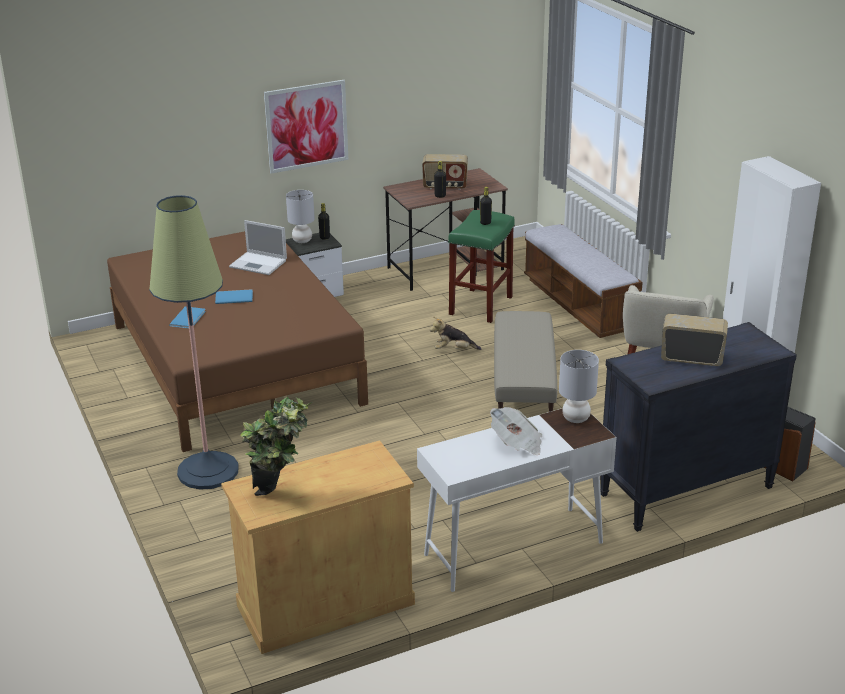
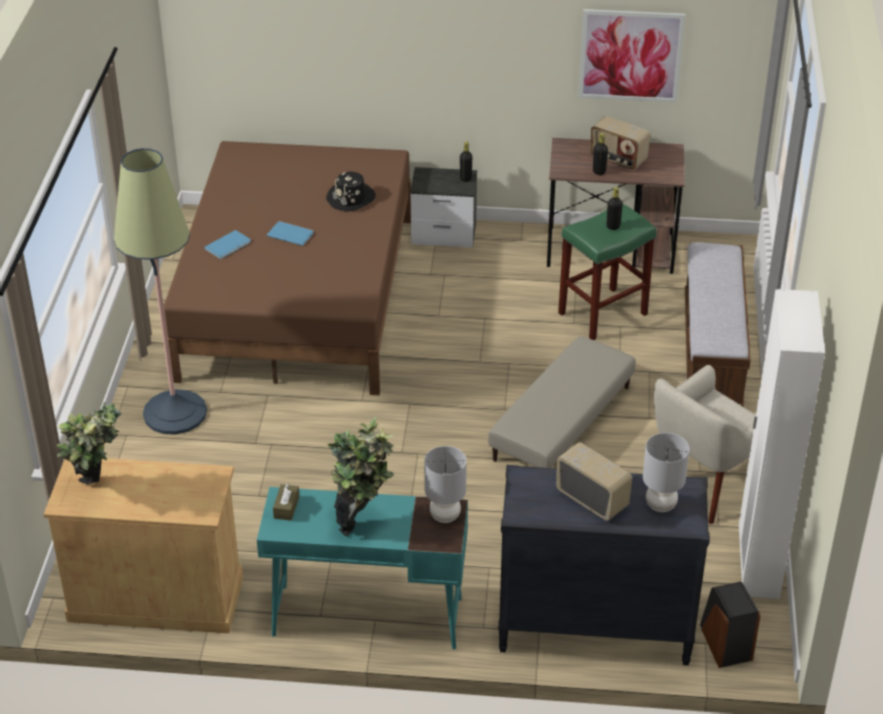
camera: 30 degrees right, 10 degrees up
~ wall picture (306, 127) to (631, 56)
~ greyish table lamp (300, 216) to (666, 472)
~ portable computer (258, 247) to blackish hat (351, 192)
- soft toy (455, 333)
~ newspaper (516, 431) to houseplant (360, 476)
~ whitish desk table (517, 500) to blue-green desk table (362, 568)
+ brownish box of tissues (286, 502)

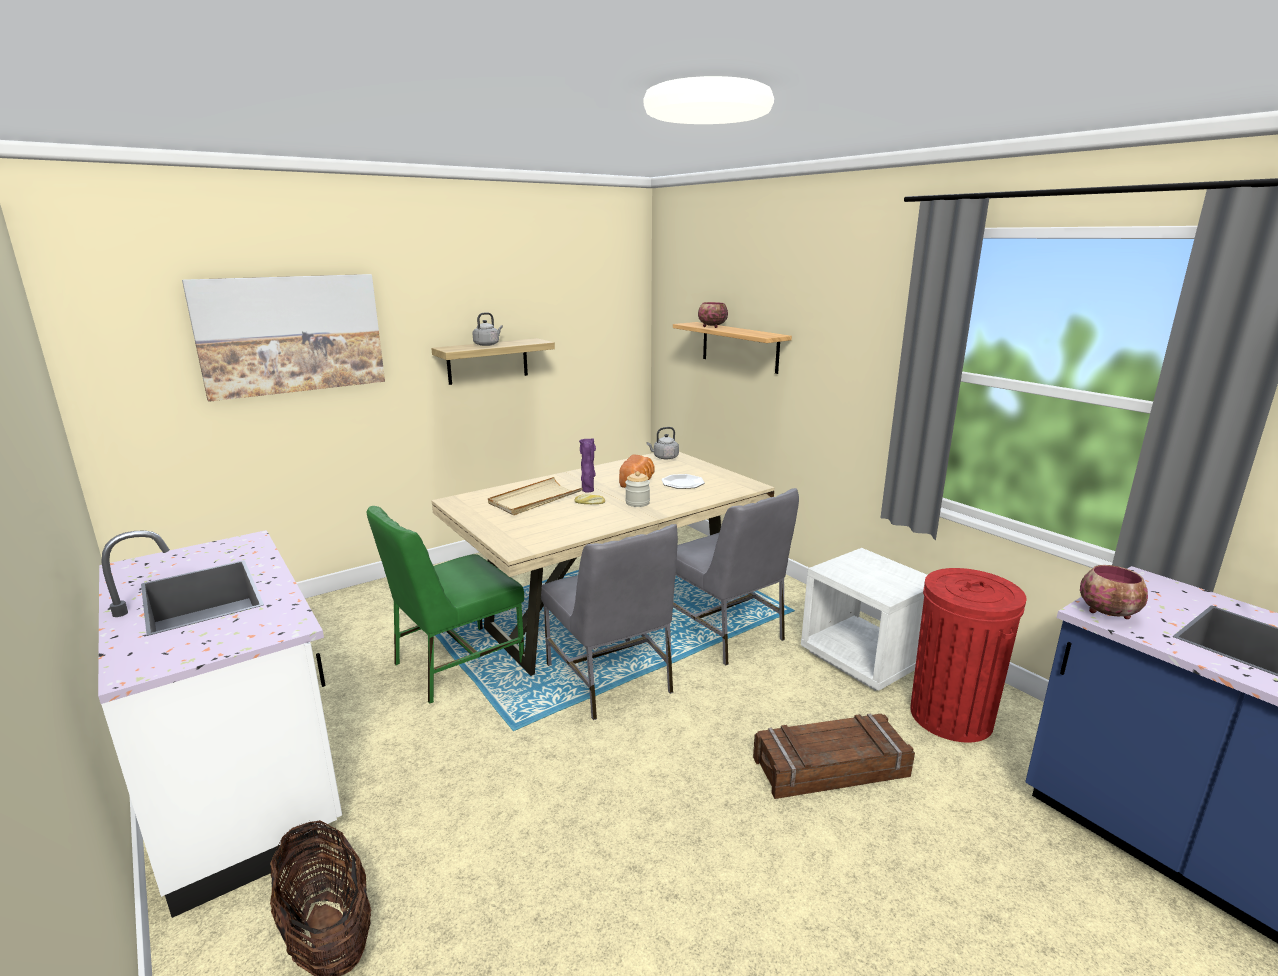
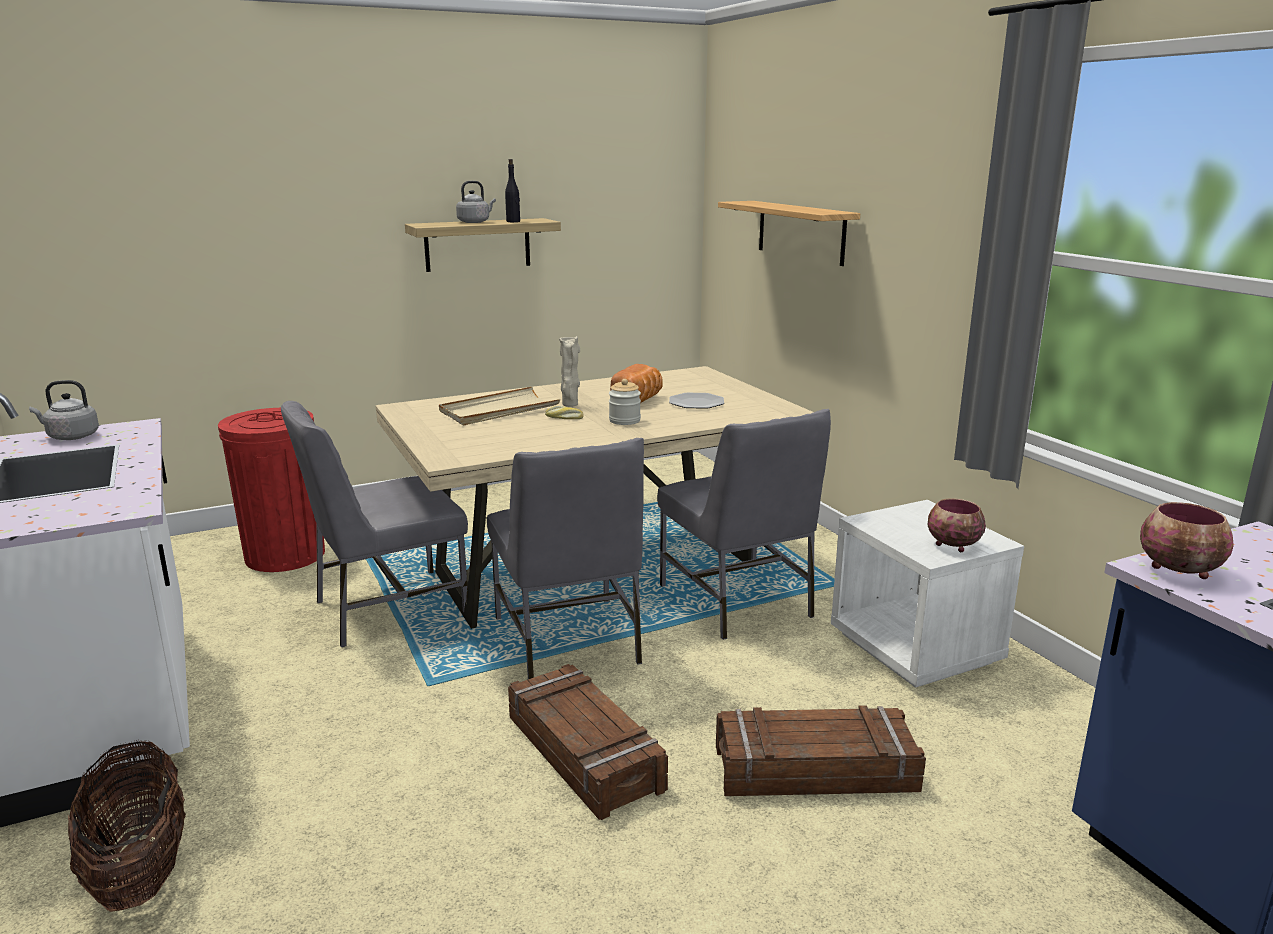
camera: 10 degrees right, 0 degrees up
- wall picture (283, 338)
~ serving bowl (713, 315) to (957, 525)
~ greyish water kettle (663, 443) to (64, 410)
~ purplish flower vase (587, 465) to beige flower vase (569, 371)
~ greenish upright chair (445, 605) to greyish upright chair (374, 524)
~ reddish trash can (968, 655) to (271, 490)
+ blackish beverage bottle (512, 190)
+ shipping crate (588, 742)

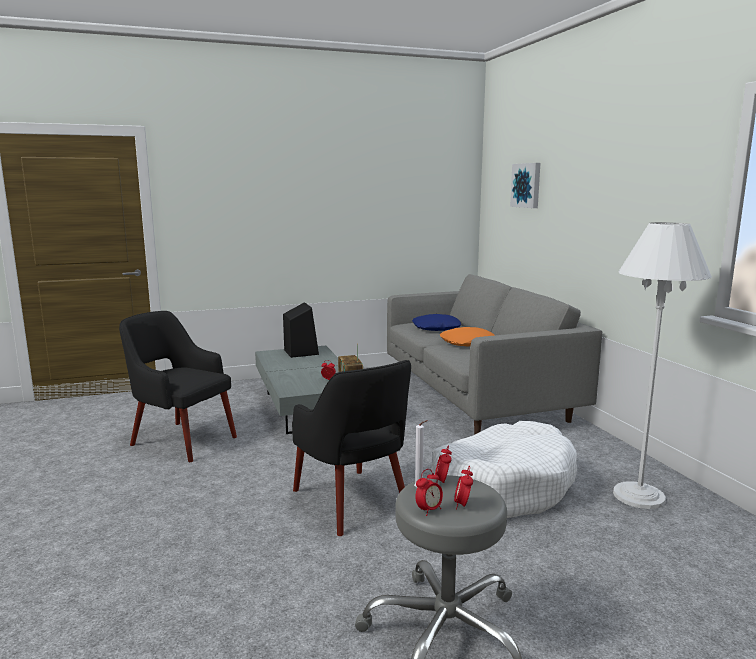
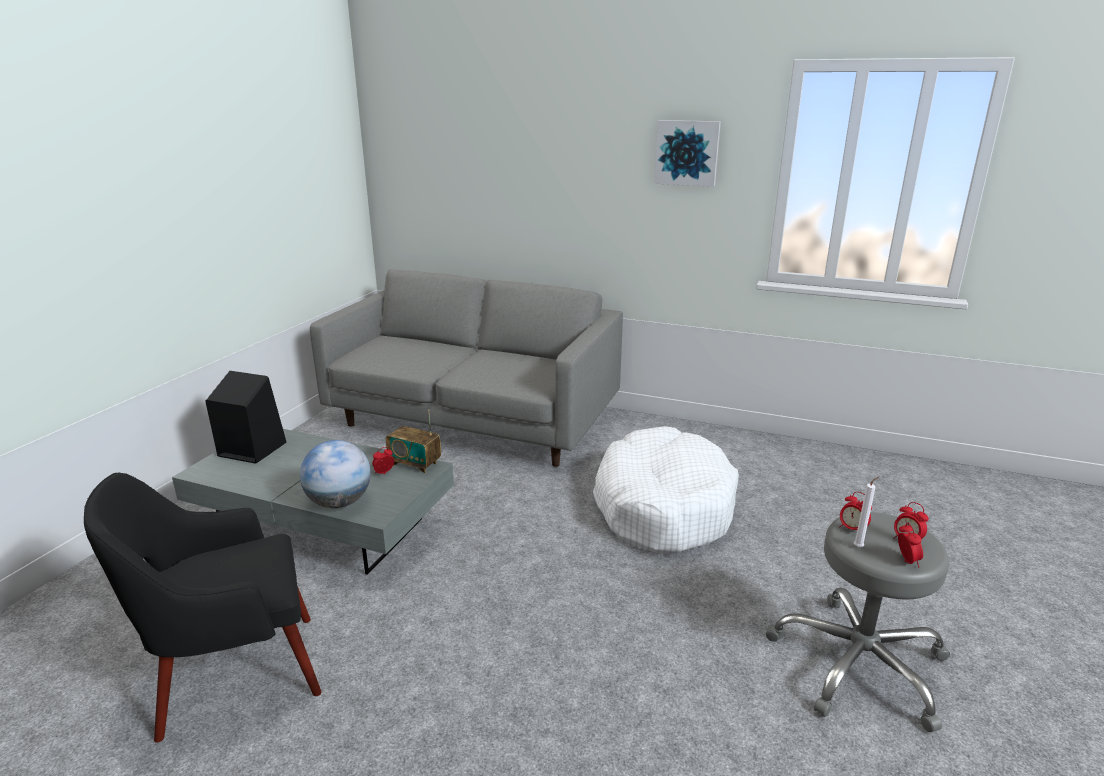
camera: 50 degrees left, 10 degrees up
~ wall picture (525, 185) to (687, 153)
- whitish standard lamp (662, 365)
- bluish cushion (436, 322)
- orange cushion (467, 336)
- blackish armchair (351, 448)
+ globe (335, 474)

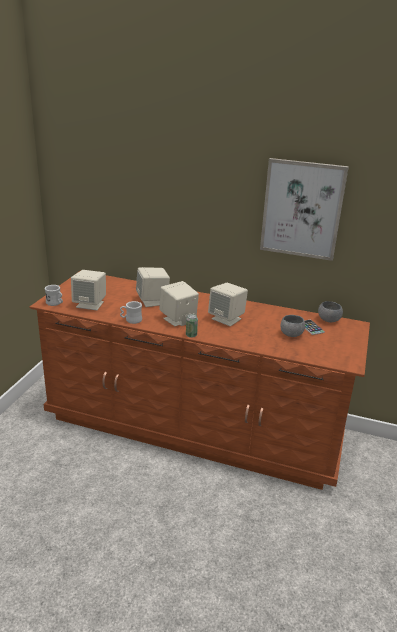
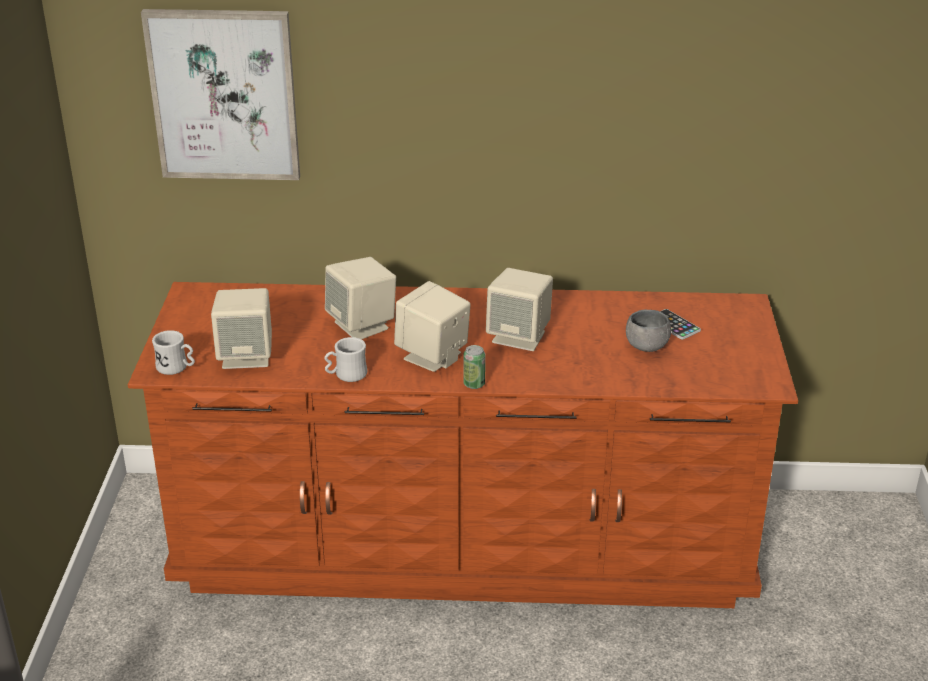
camera: 15 degrees left, 5 degrees up
~ wall picture (304, 209) to (220, 94)
- greyish serving bowl (330, 311)

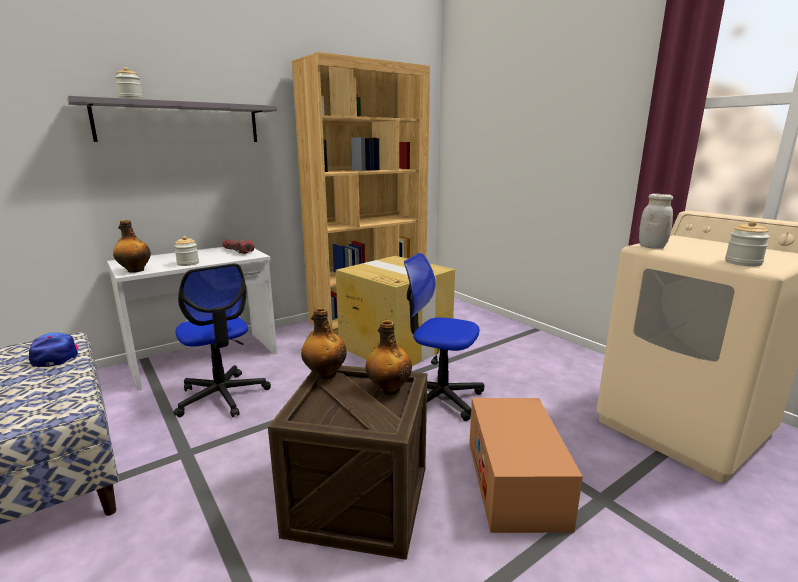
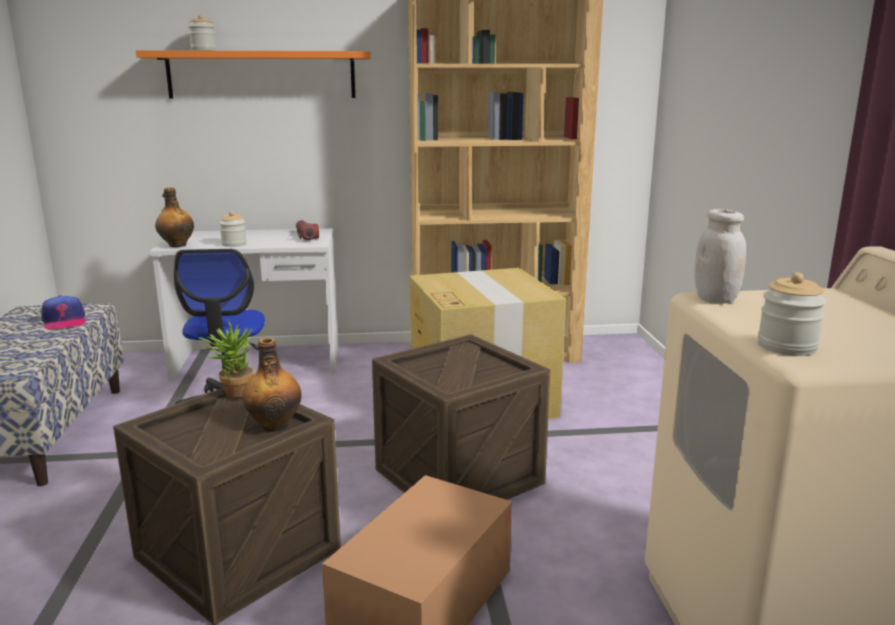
camera: 30 degrees right, 0 degrees up
~ greyish shelf (172, 118) to orange shelf (253, 74)
~ office chair (444, 337) to shipping crate (461, 417)
~ beverage bottle (323, 343) to houseplant (226, 358)
~ cap (53, 349) = (64, 312) 150 degrees clockwise

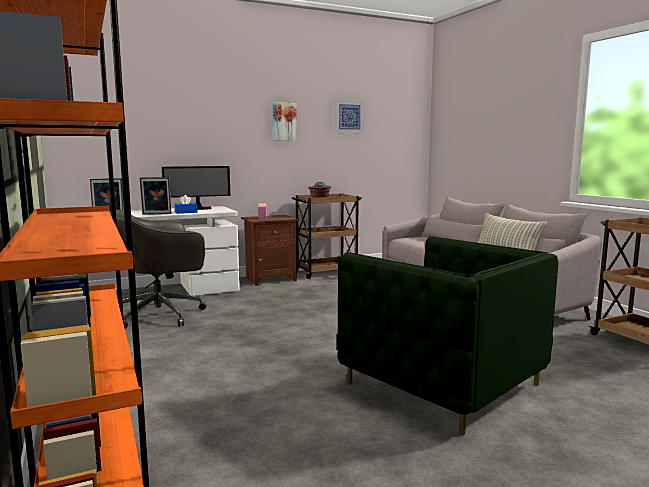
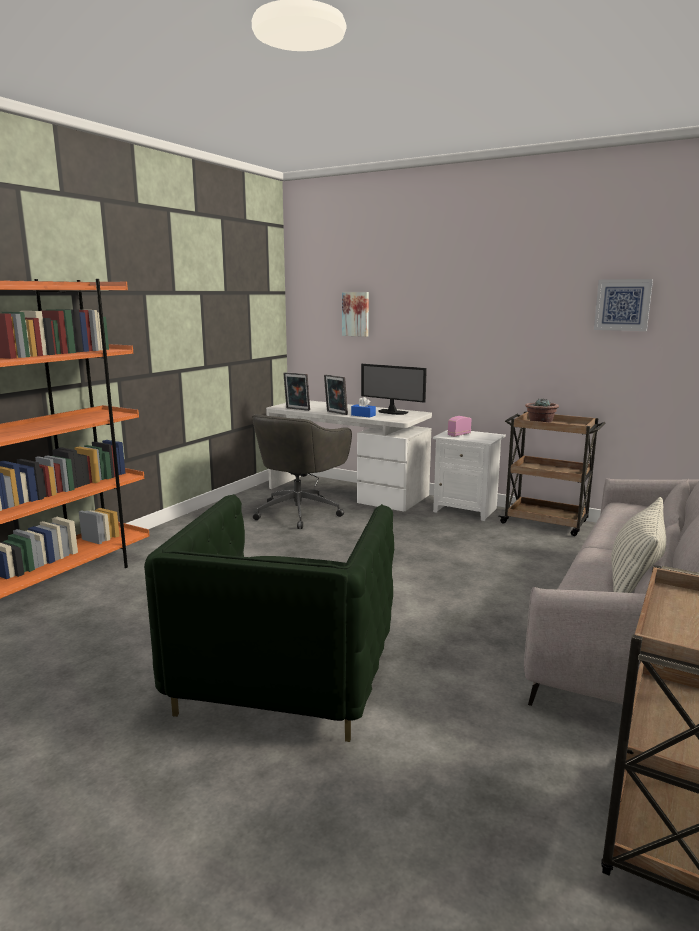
camera: 55 degrees right, 5 degrees up
~ wall picture (284, 121) to (355, 314)
~ greyish office chair (158, 269) = (302, 471) 90 degrees counterclockwise
~ brownish bedside table (270, 250) to whitish bedside table (469, 475)

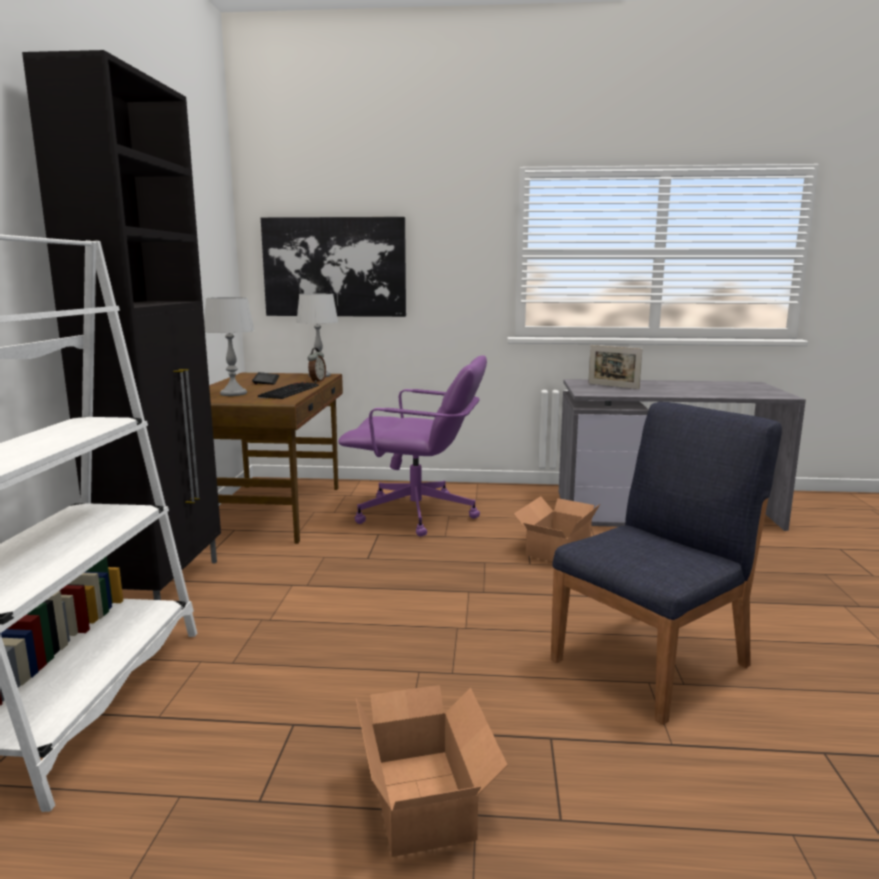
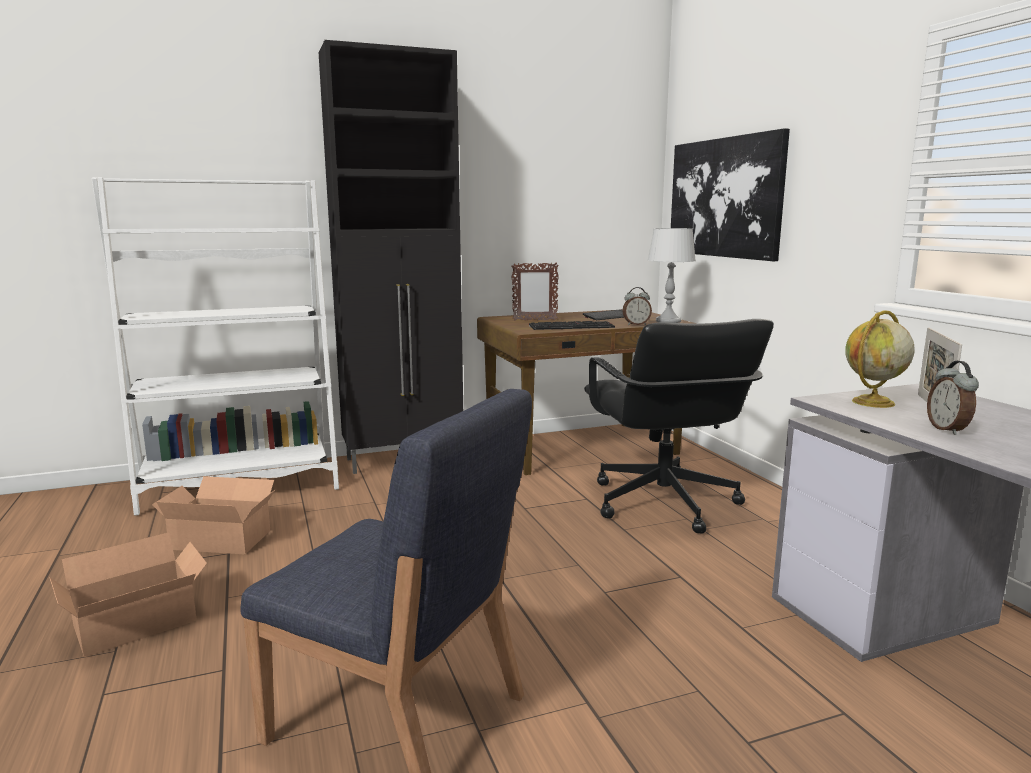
camera: 65 degrees right, 0 degrees up
~ greyish table lamp (229, 346) to picture frame (535, 291)
~ purplish office chair (412, 445) to blackish office chair (679, 426)
~ cardboard box (557, 529) to (214, 515)
+ globe (880, 359)
+ table clock (953, 398)

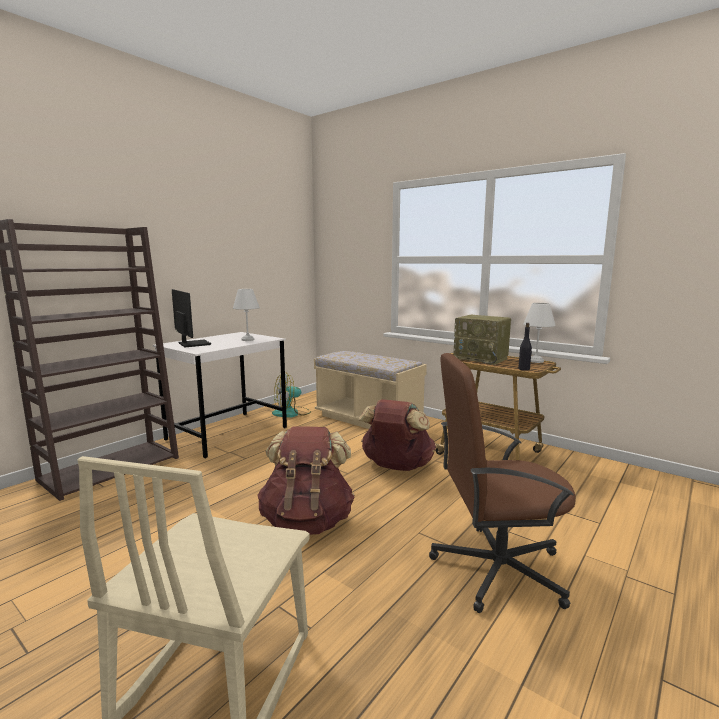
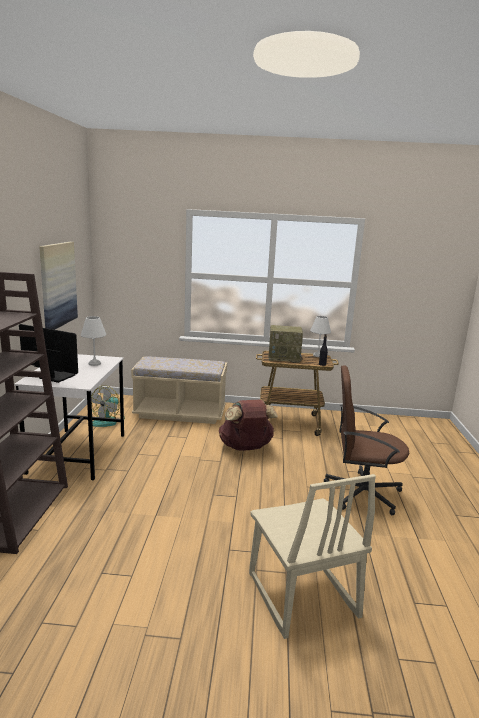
camera: 35 degrees left, 5 degrees up
~ brownish office chair (502, 483) = (366, 440) 45 degrees clockwise
- brownish rucksack (306, 481)
+ wall picture (58, 286)

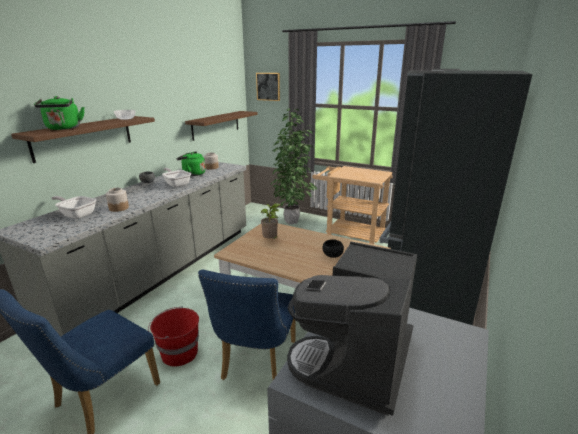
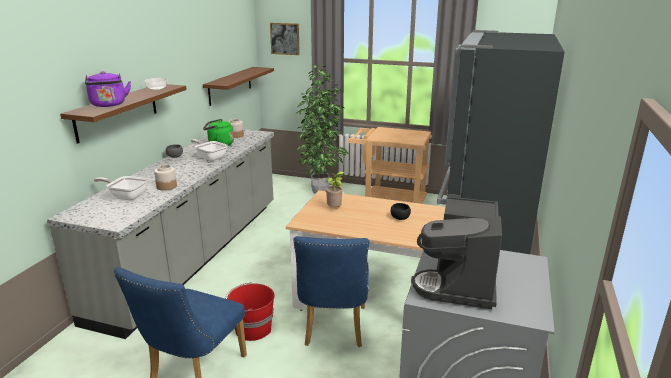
camera: 10 degrees left, 0 degrees up
~ greenish water kettle (59, 113) to purplish water kettle (108, 89)

